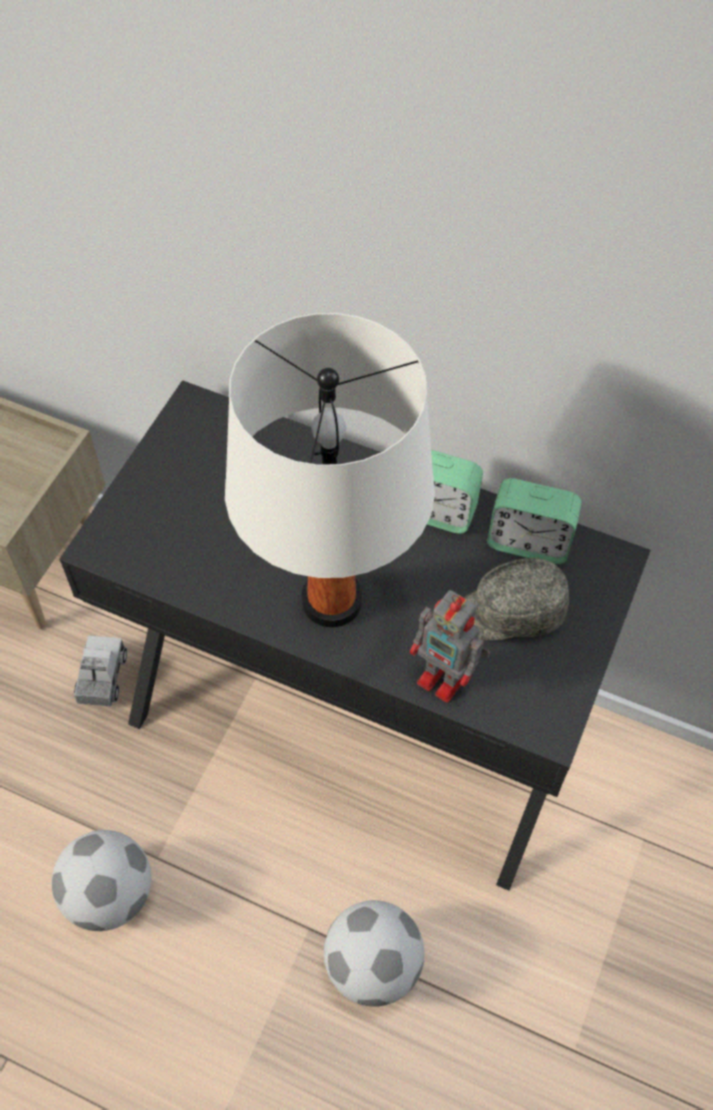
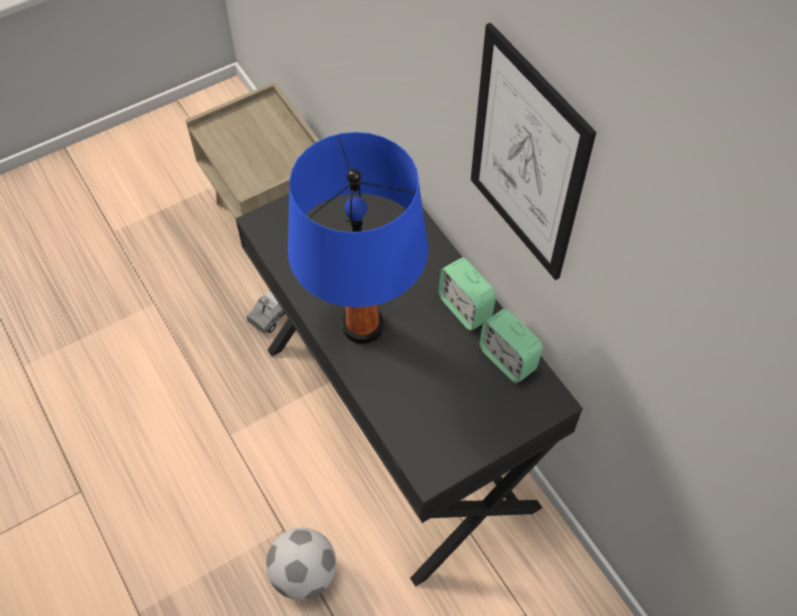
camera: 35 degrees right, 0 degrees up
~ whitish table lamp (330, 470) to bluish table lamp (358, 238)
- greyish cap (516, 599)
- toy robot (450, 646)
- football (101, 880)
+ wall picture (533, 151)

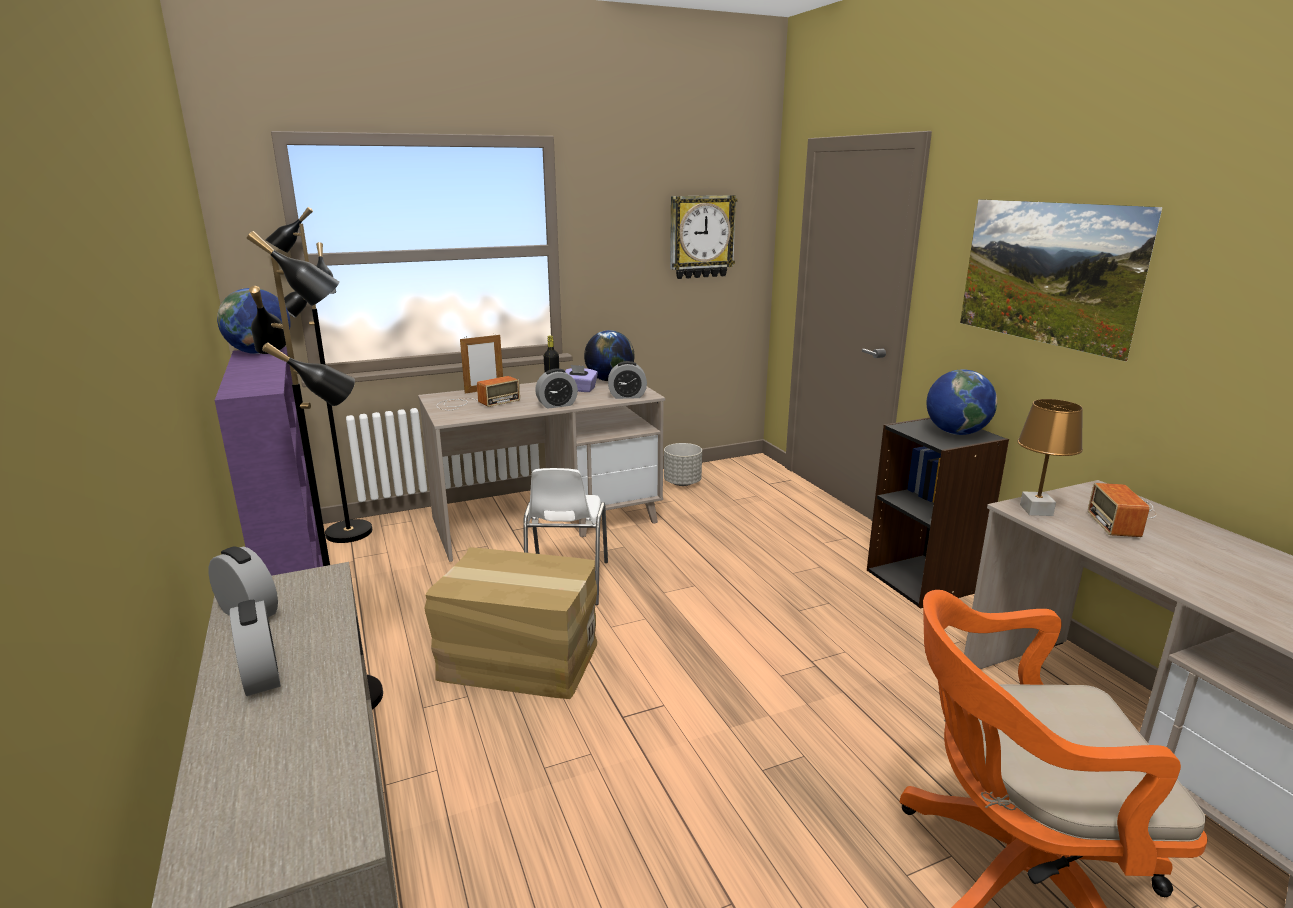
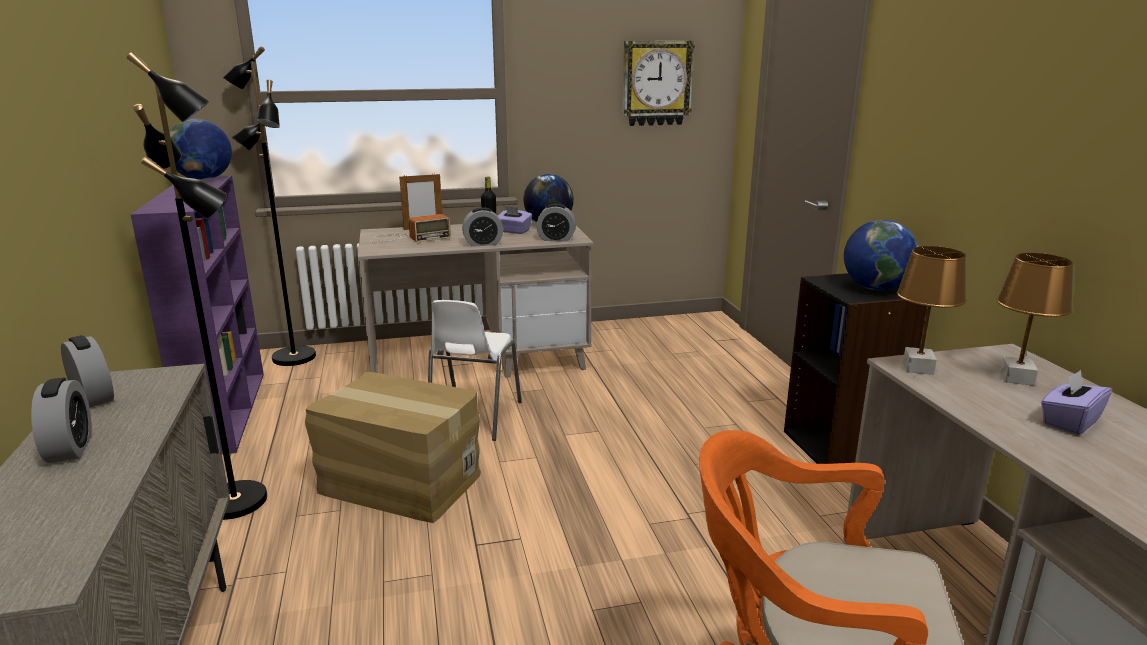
camera: 10 degrees right, 0 degrees up
- wall picture (1061, 280)
- greyish plant pot (683, 464)
~ radio (1122, 510) to brownish table lamp (1035, 319)
+ purplish box of tissues (1076, 402)

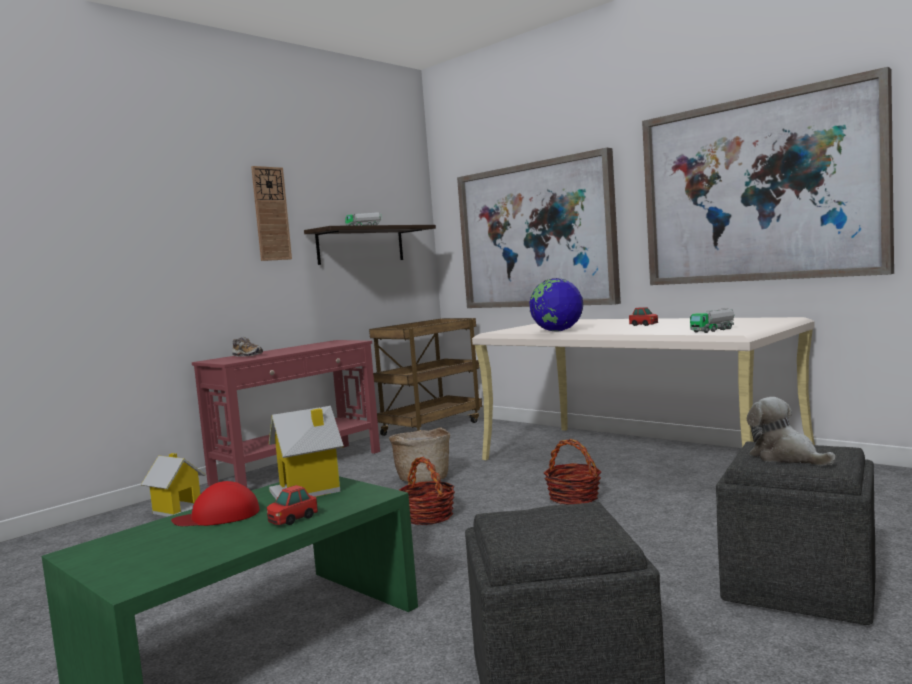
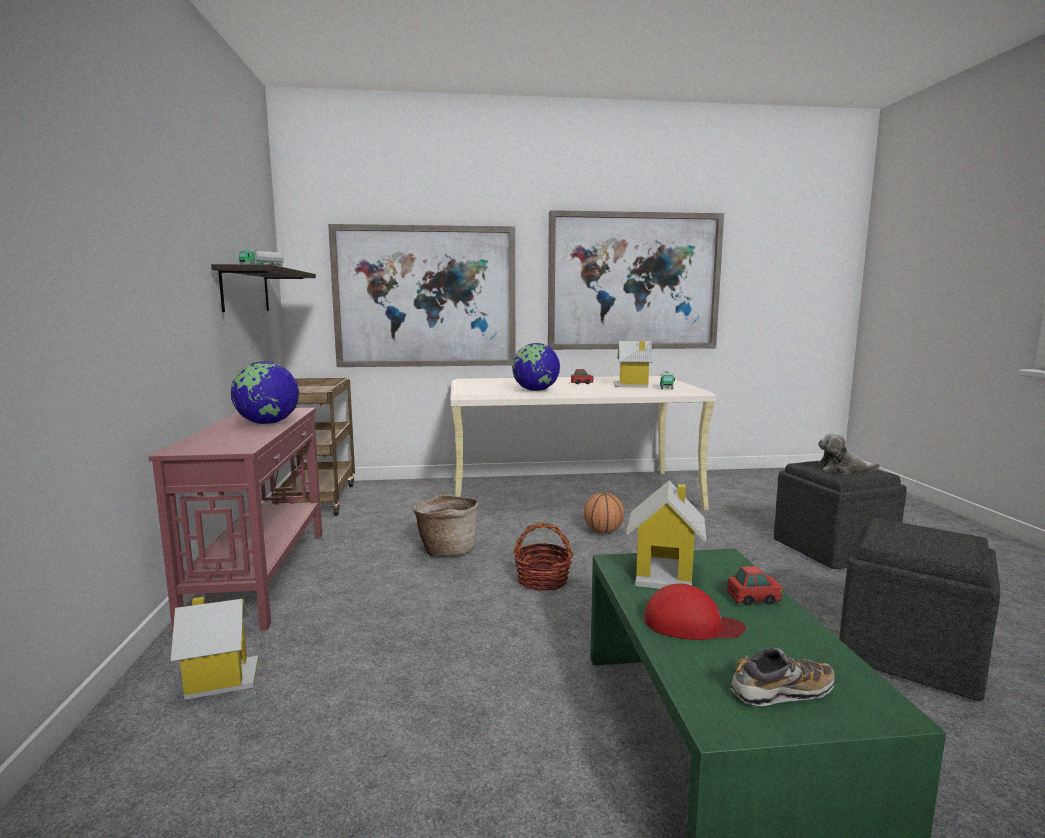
camera: 50 degrees left, 5 degrees up
- hanging clock (271, 213)
~ item of footwear (247, 347) to (783, 676)
~ household basket (572, 471) to basketball ball (604, 513)
~ reddish cap (215, 503) = (695, 612) 105 degrees counterclockwise
~ toy car (292, 505) = (754, 586) 90 degrees counterclockwise
+ miniature house (633, 364)
+ globe (265, 392)

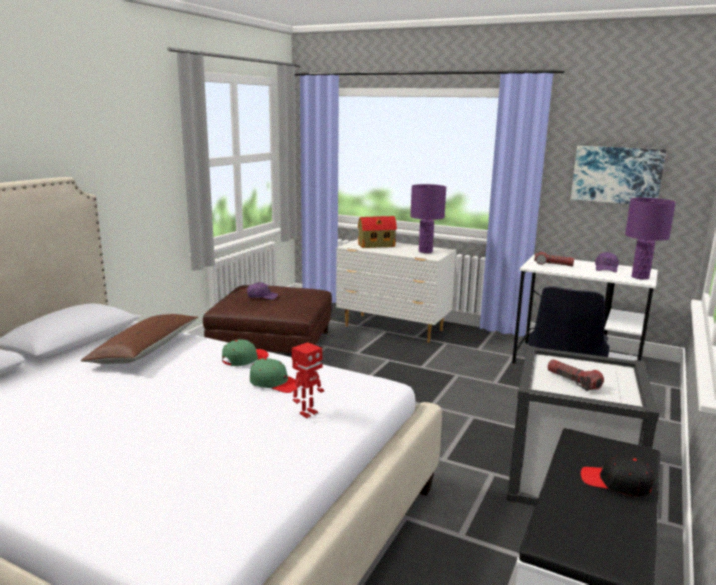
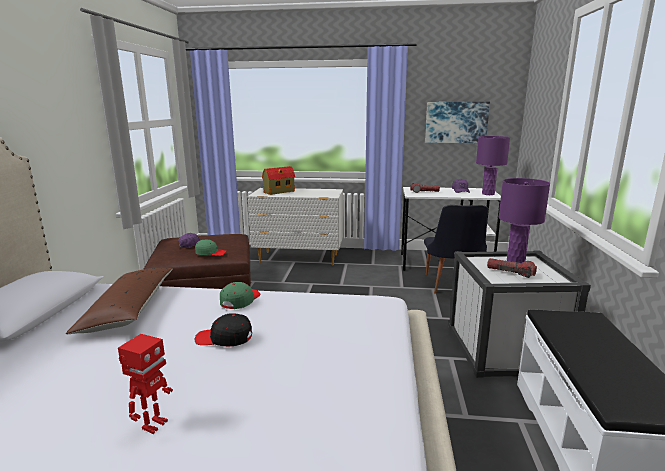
camera: 20 degrees left, 0 degrees up
~ purplish table lamp (428, 218) to (524, 220)
~ toy robot (307, 380) to (145, 384)
~ greenish cap (275, 375) to (211, 247)
~ blackish cap (617, 476) to (223, 329)

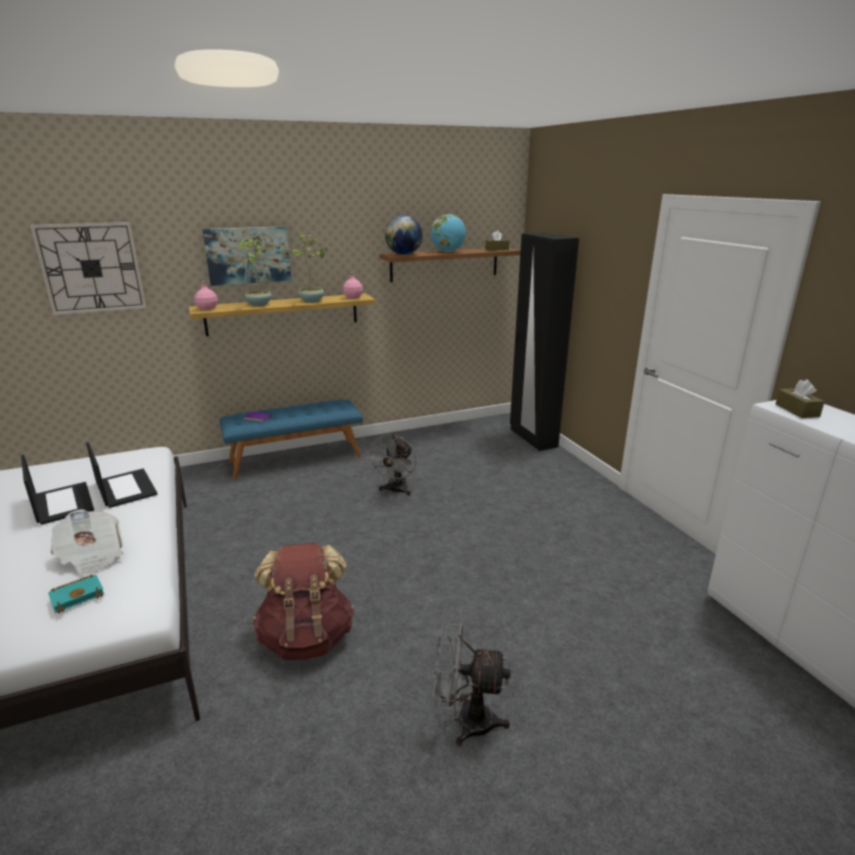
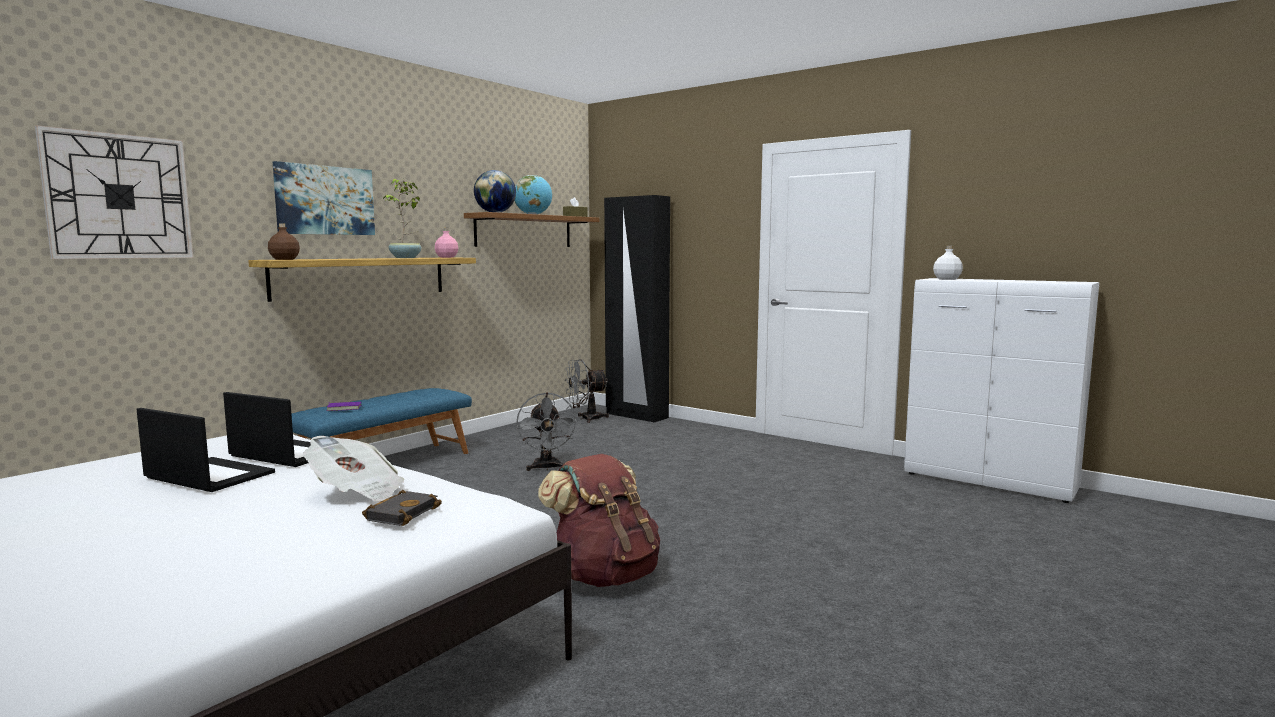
camera: 30 degrees left, 15 degrees down
- houseplant (255, 271)
~ pink beverage bottle (206, 295) to brownish beverage bottle (284, 241)
~ brownish box of tissues (800, 398) to whitish beverage bottle (948, 263)
~ blue-green volume (76, 594) to blackish volume (402, 508)
~ greyish fan (472, 685) to (587, 391)

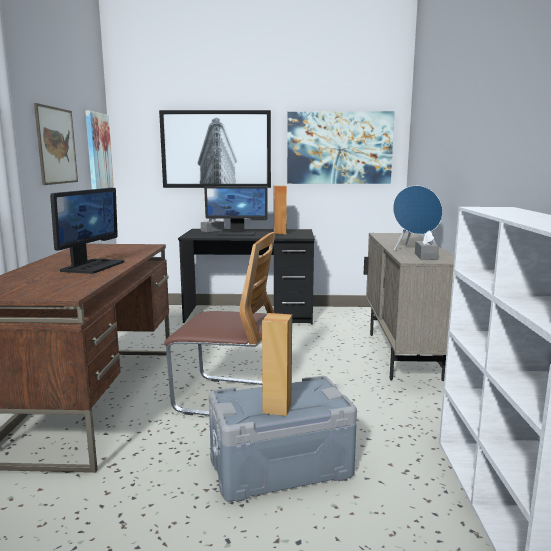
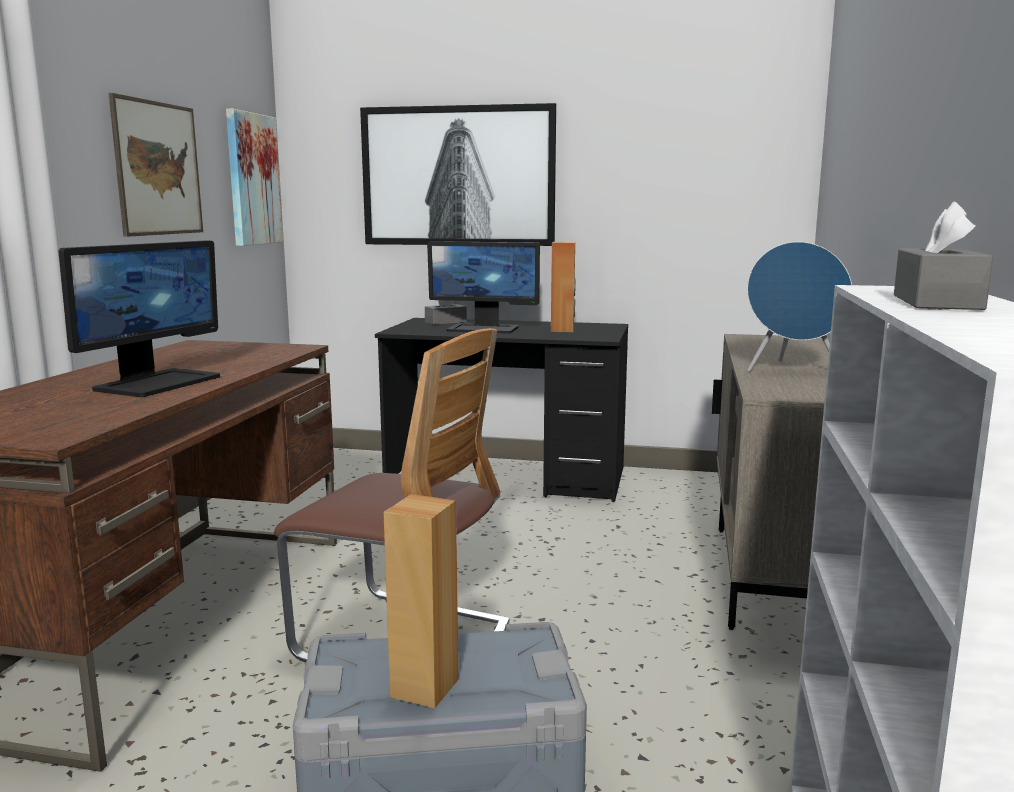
camera: 10 degrees right, 0 degrees up
- wall picture (341, 147)
~ greyish box of tissues (427, 245) to (943, 255)

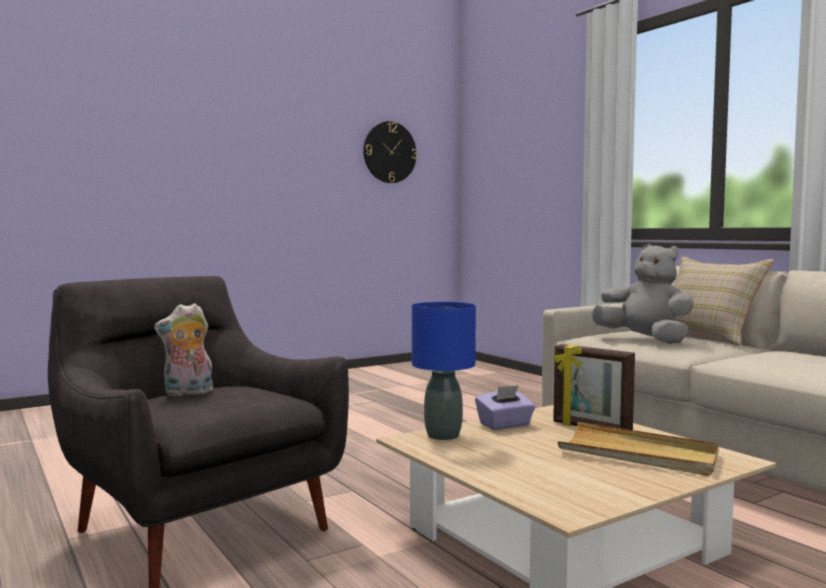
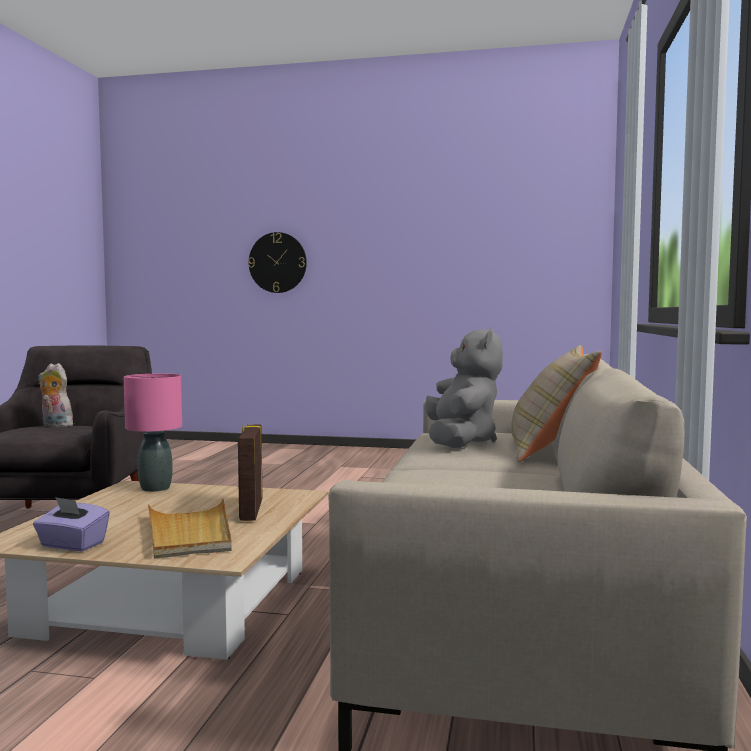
camera: 45 degrees right, 0 degrees up
~ hanging clock (390, 152) to (277, 262)
~ bluish table lamp (444, 371) to pink table lamp (153, 432)
~ purplish box of tissues (505, 407) to (71, 524)

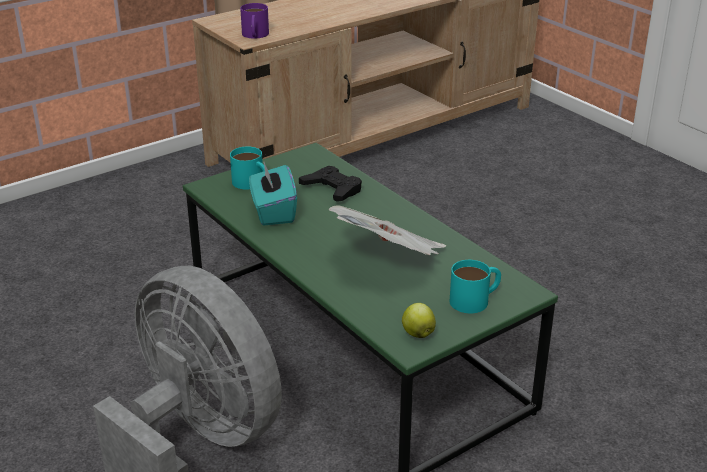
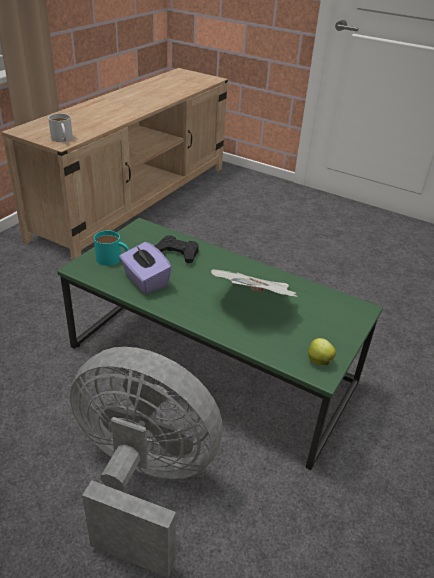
camera: 25 degrees left, 5 degrees up
~ purplish tea mug (254, 21) to whitish tea mug (60, 128)
~ blue-green box of tissues (273, 194) to purplish box of tissues (145, 268)
- blue-green tea mug (475, 286)

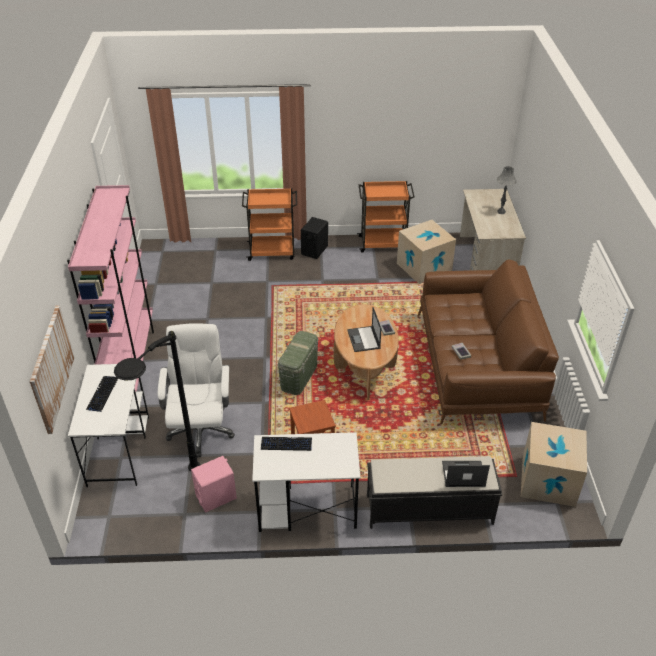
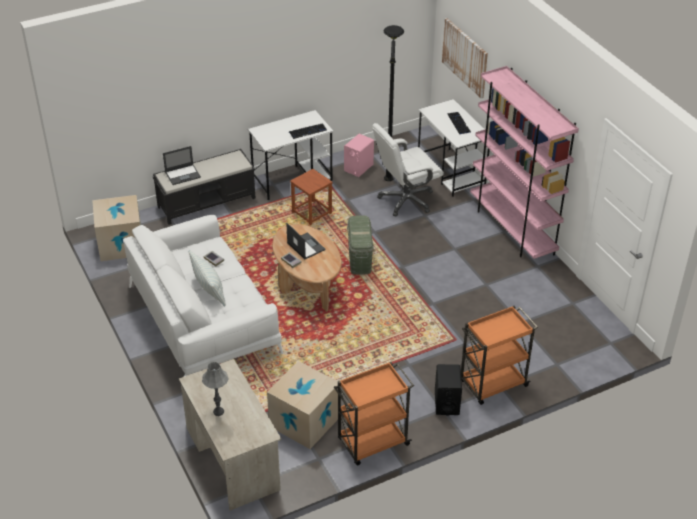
camera: 155 degrees right, 0 degrees up
~ brownish sofa (488, 341) to whitish sofa (203, 296)
~ whitish office chair (196, 390) = (408, 170) 90 degrees clockwise
+ cushion (207, 278)

